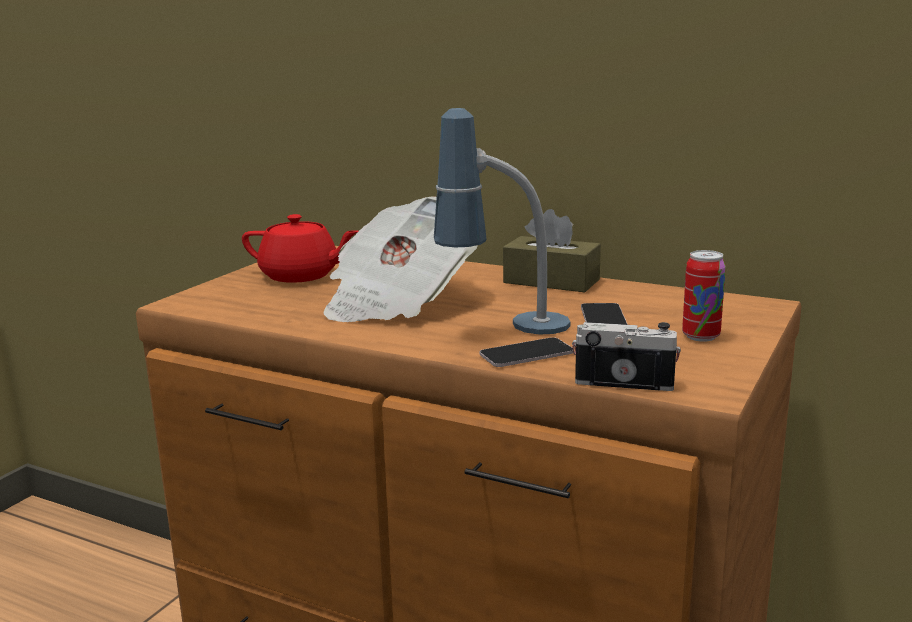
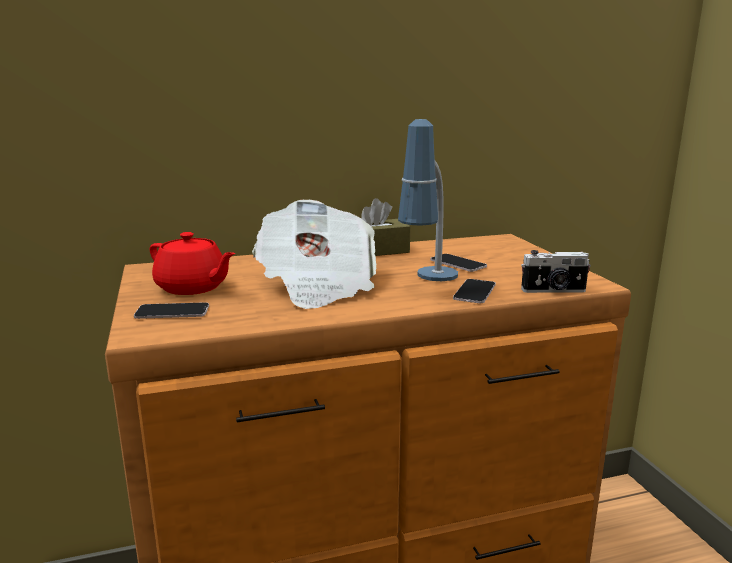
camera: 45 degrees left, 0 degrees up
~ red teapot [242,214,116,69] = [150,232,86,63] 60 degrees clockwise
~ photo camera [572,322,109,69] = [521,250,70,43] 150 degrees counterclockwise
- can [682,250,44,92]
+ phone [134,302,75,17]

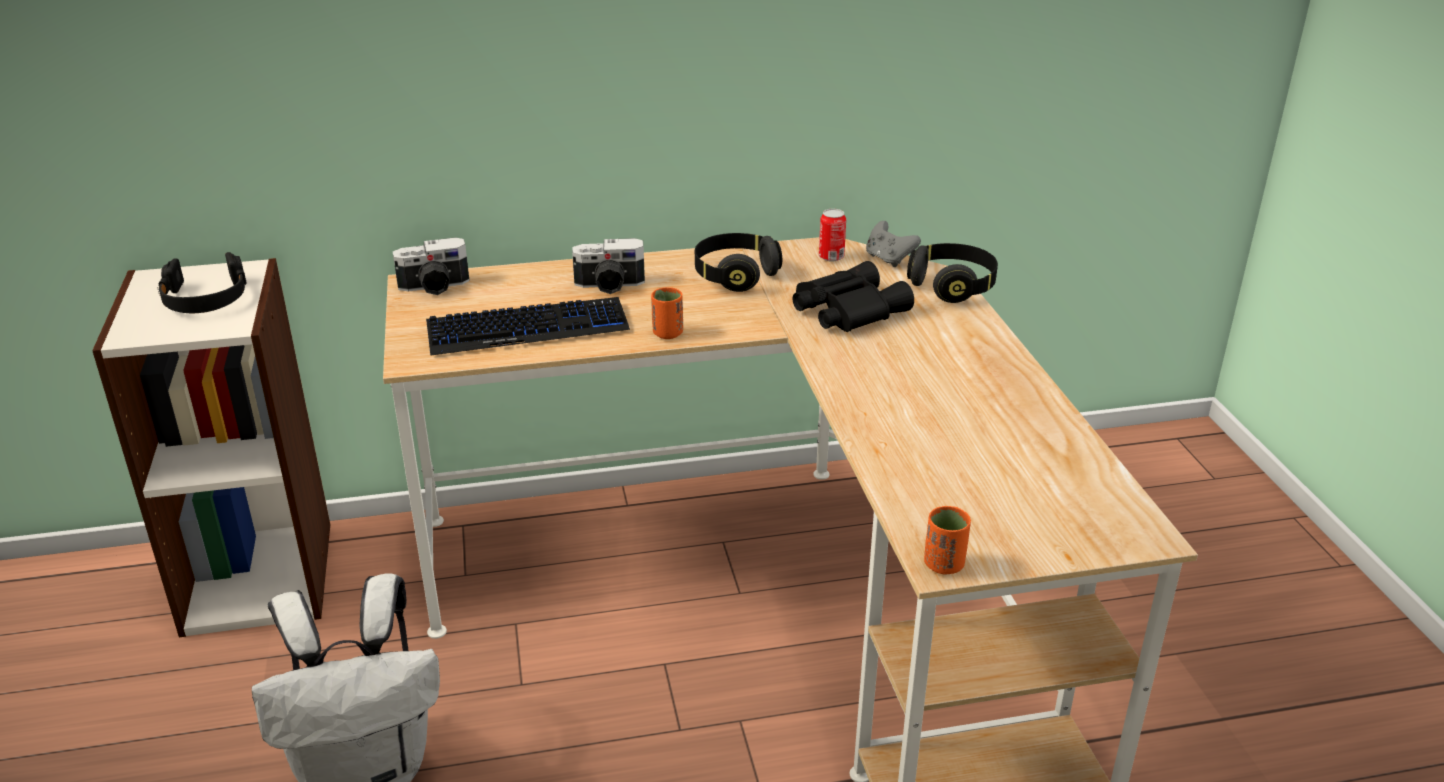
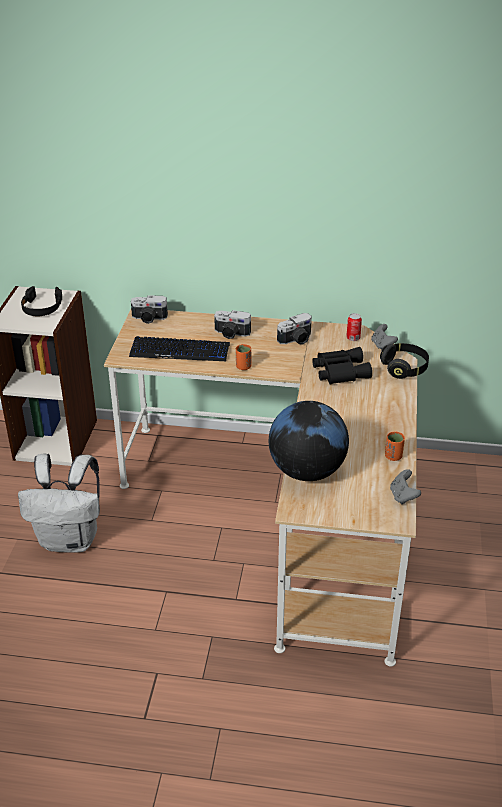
camera: 20 degrees right, 5 degrees up
~ black headphones [695,233,87,59] to photo camera [277,313,35,32]
~ orange cup [924,506,47,68] to [385,432,20,29]
+ globe [269,401,80,80]
+ grey game controller [390,469,31,36]

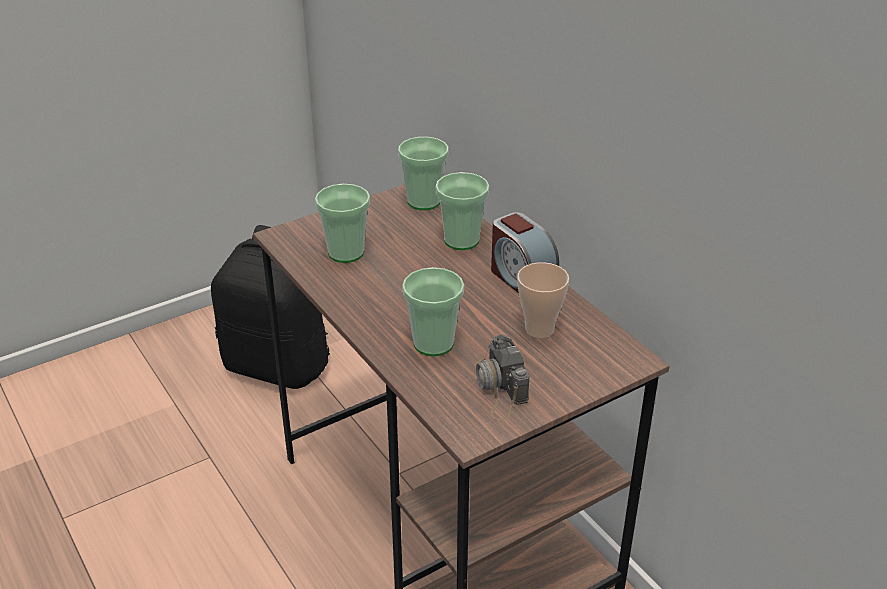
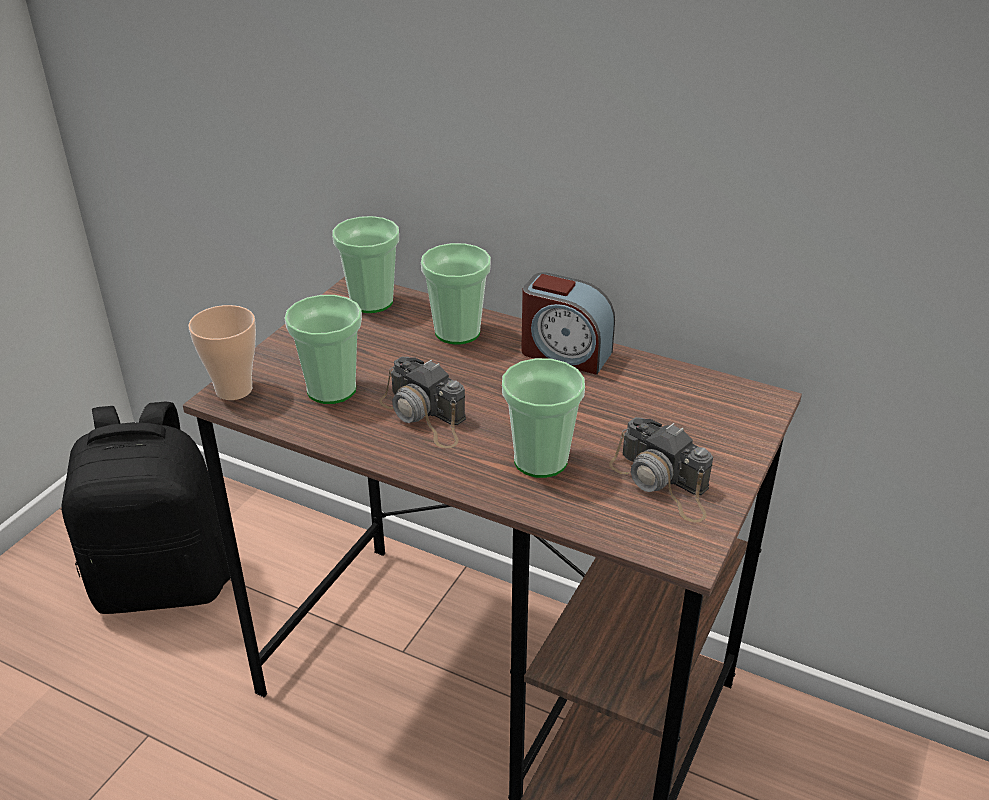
camera: 30 degrees left, 0 degrees up
~ cup [517,262,52,76] to [188,305,68,95]
+ photo camera [379,357,87,91]

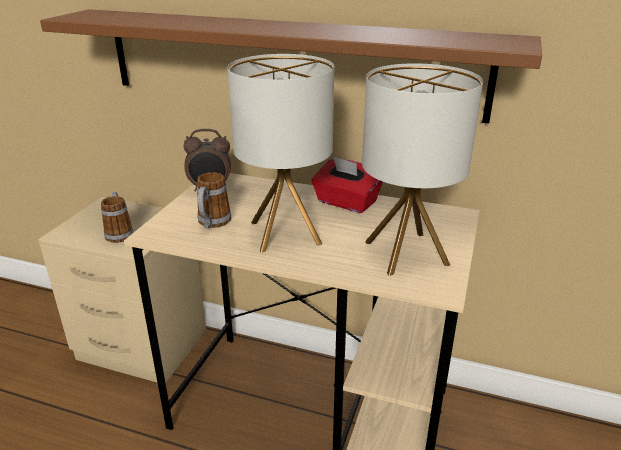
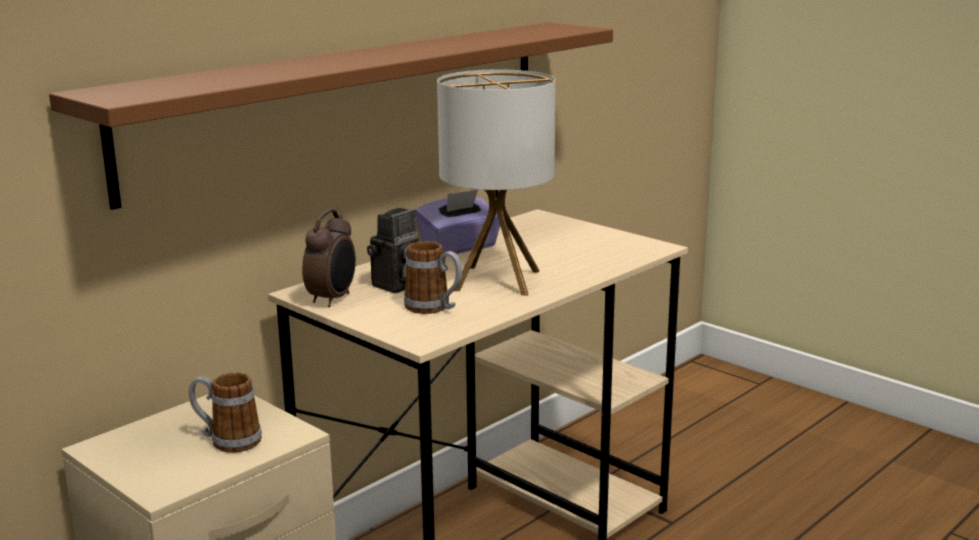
camera: 65 degrees left, 10 degrees down
~ red tissue box [311,156,71,57] to purple tissue box [415,189,86,65]
- table lamp [362,63,121,213]
+ photo camera [367,208,52,85]

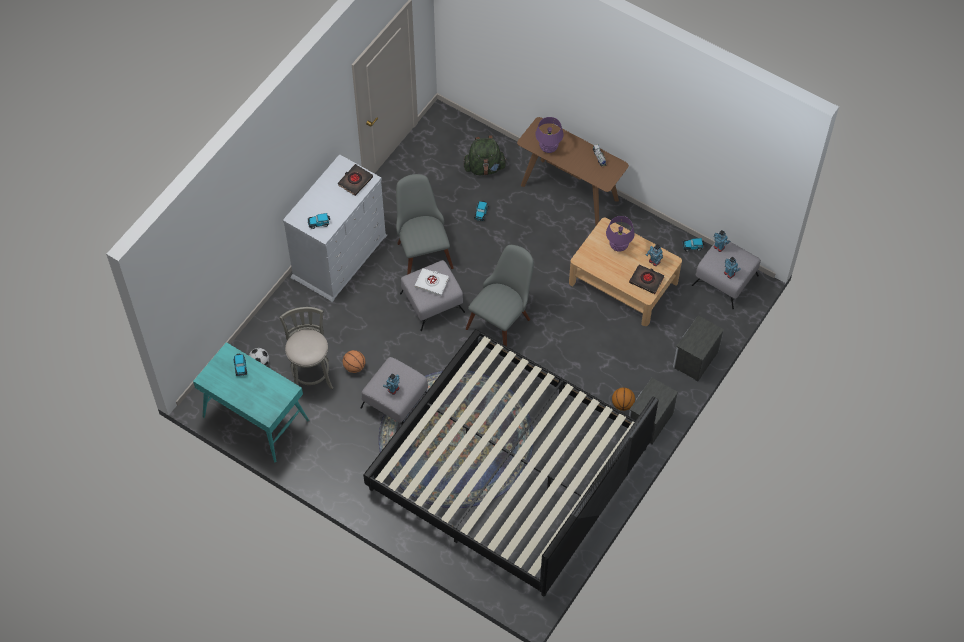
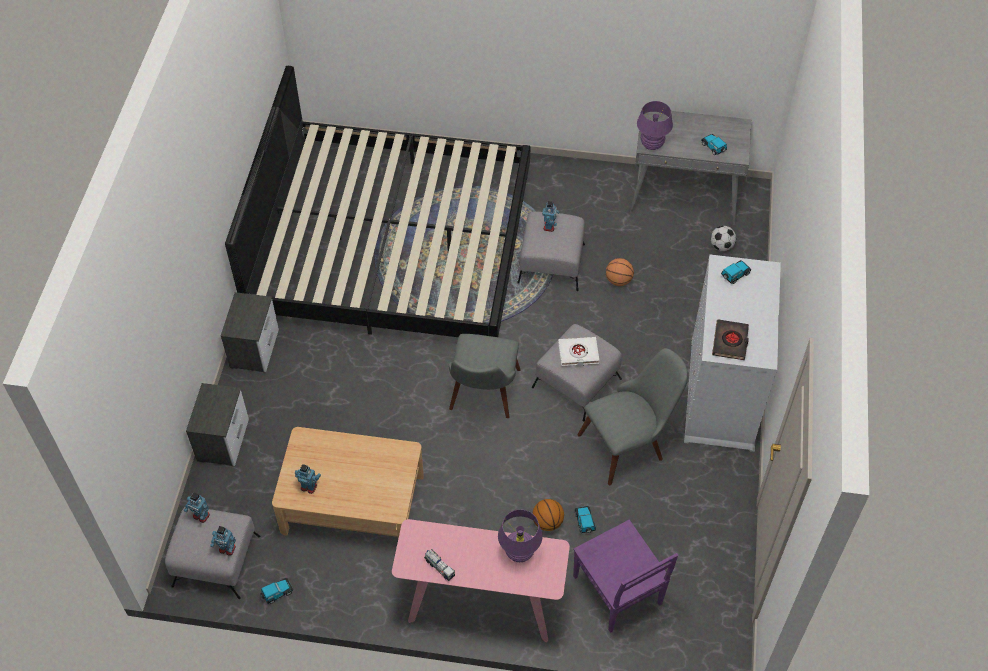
camera: 155 degrees right, 5 degrees down
~ turquoise desk [193,342,116,121] to grey desk [629,111,122,114]
- grey stool [279,307,54,82]
~ grey chair [396,174,58,101] = [578,348,110,137] 75 degrees counterclockwise
~ green backpack [463,135,44,40] to purple chair [573,520,105,113]
~ brown console table [517,117,112,108] to pink console table [392,519,178,123]
~ purple table lamp [606,216,29,36] to [637,101,36,49]
~ basketball [612,388,23,23] to [532,499,32,32]
- black book [629,265,36,29]

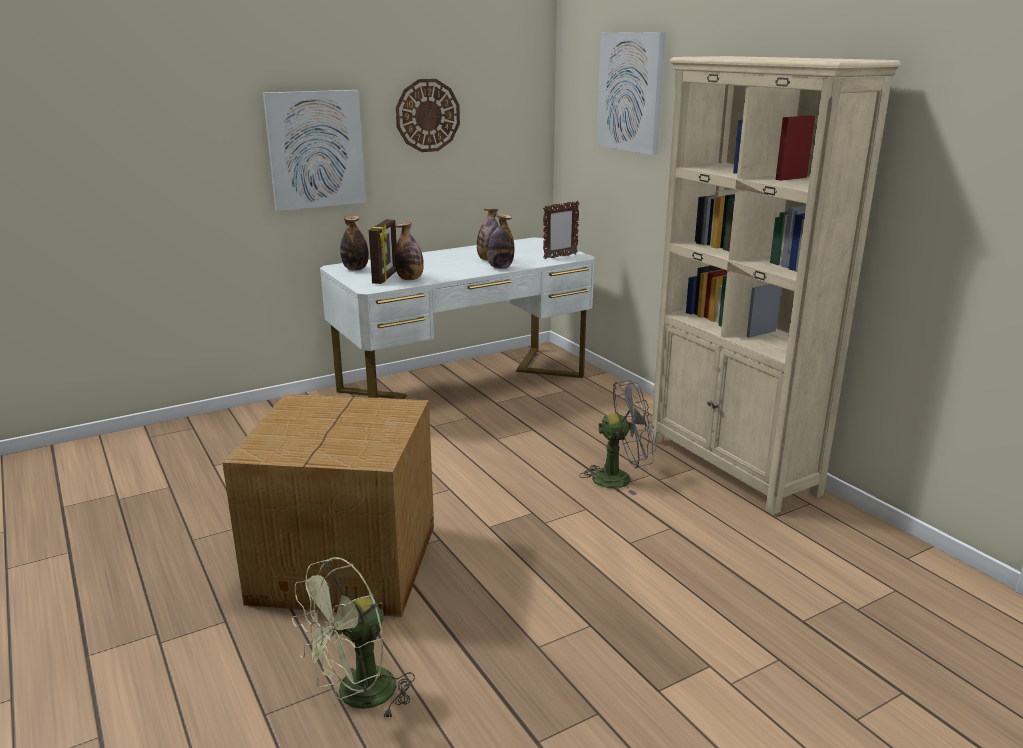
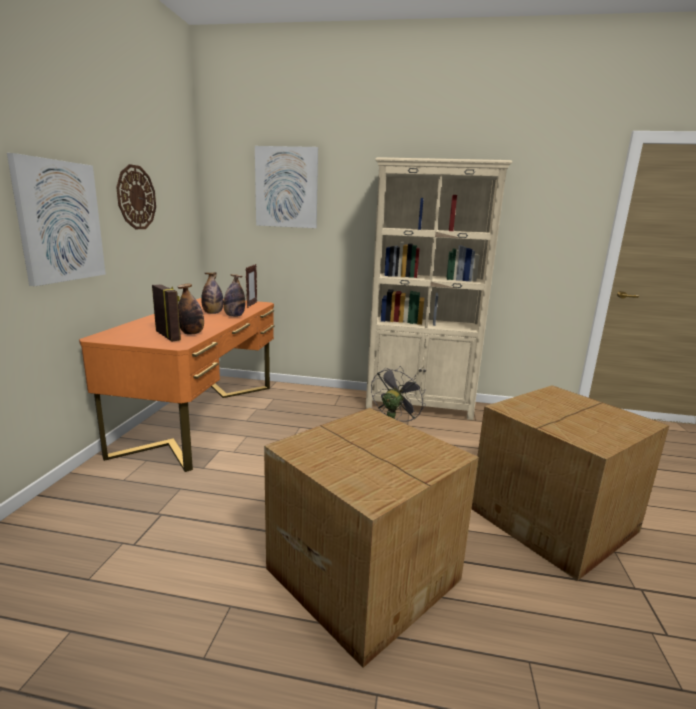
camera: 50 degrees left, 5 degrees down
- green fan [292,557,123,163]
~ white desk [320,237,275,162] to orange desk [79,298,196,174]
- bottle [340,215,29,56]
+ cardboard box [471,385,198,196]

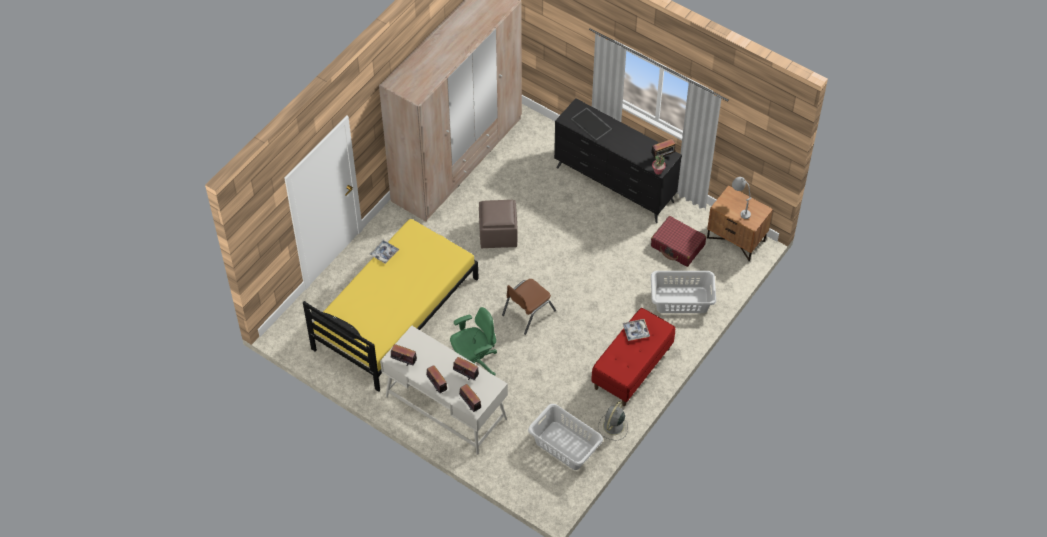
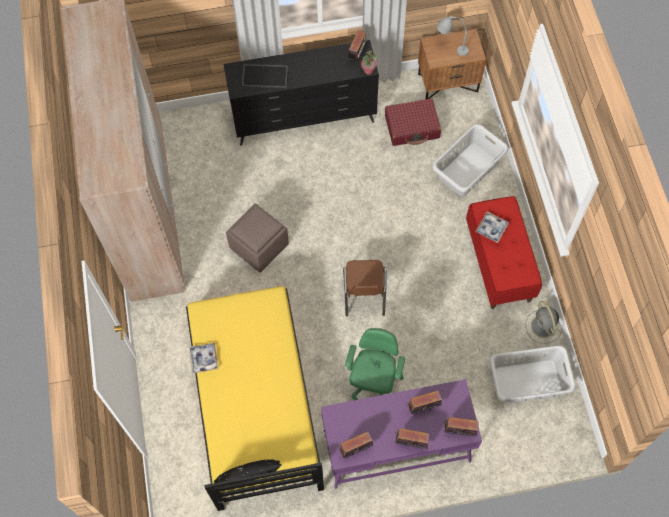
camera: 45 degrees left, 10 degrees up
~ white desk [380,326,128,129] to purple desk [321,379,161,110]

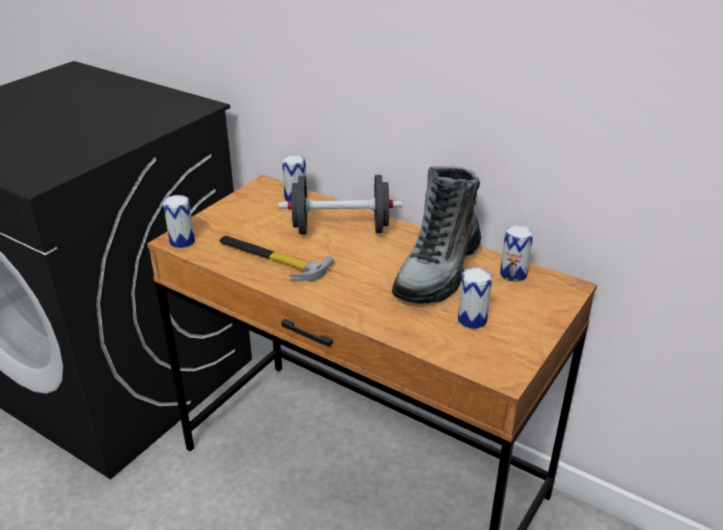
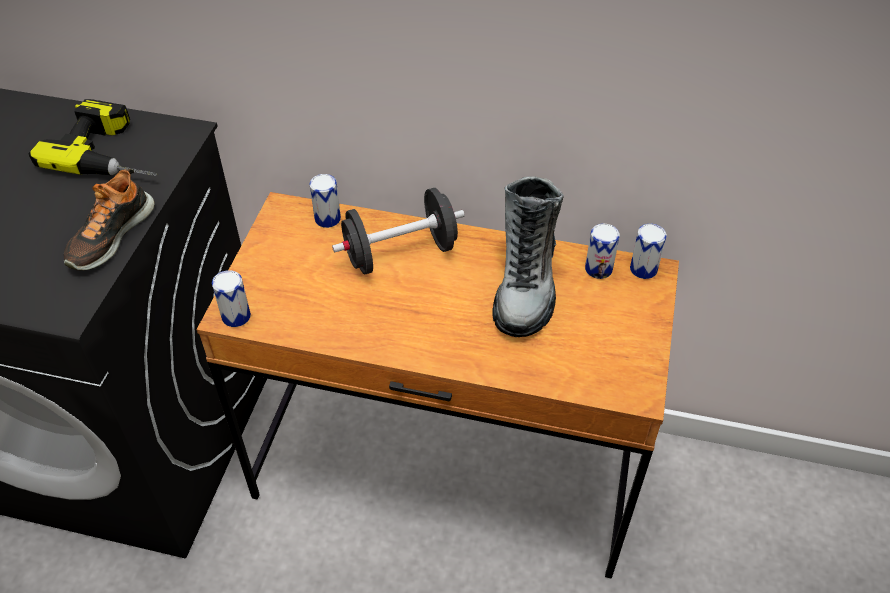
camera: 20 degrees left, 15 degrees up
- hammer [219,236,115,45]
~ can [458,267,34,62] to [630,224,37,55]
+ power drill [28,99,129,77]
+ shoe [64,169,91,101]

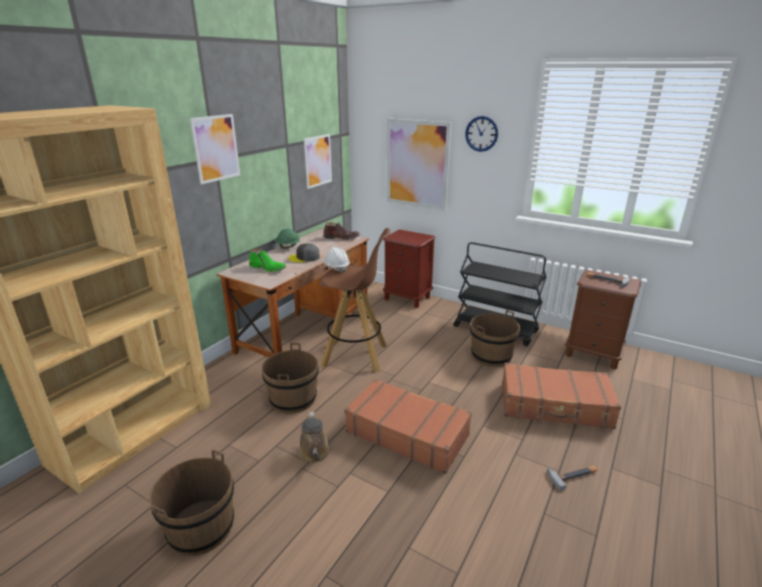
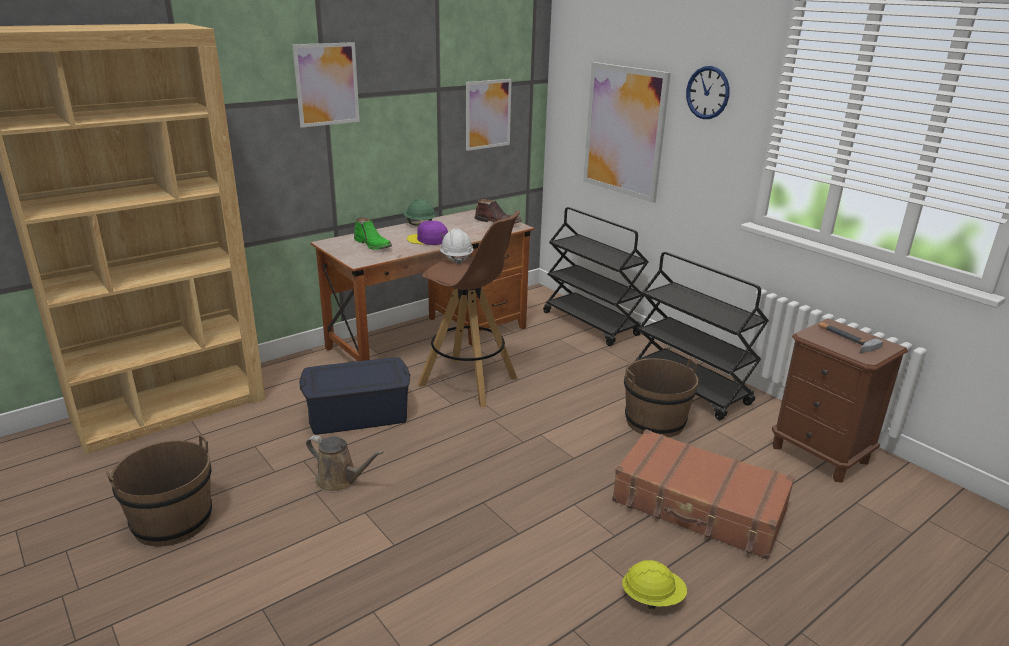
camera: 20 degrees right, 0 degrees up
~ brown bucket [261,343,58,71] to blue storage box [299,357,111,78]
~ grey cap [288,243,32,20] to purple cap [407,221,41,24]
~ brown watering can [299,412,32,51] = [306,435,78,58] 75 degrees counterclockwise
- brown suitcase [344,379,128,95]
~ brown nightstand [383,229,53,79] to black cart [543,207,106,139]
~ hammer [547,466,50,25] to yellow hard hat [622,560,65,49]

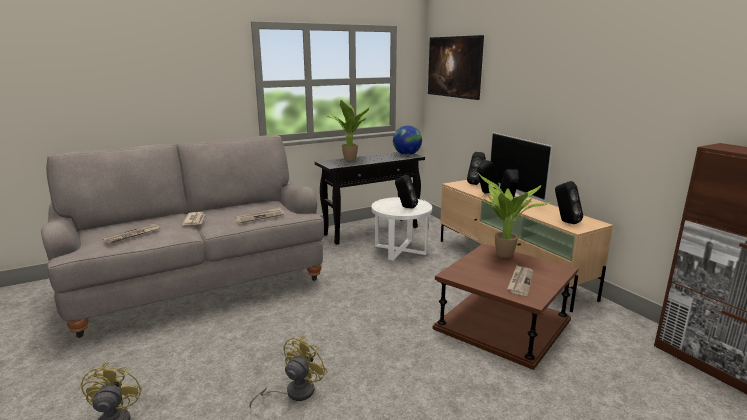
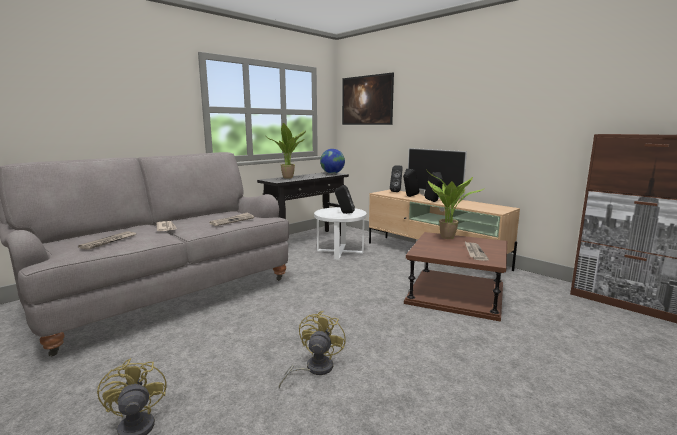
camera: 15 degrees left, 5 degrees down
- black speaker [555,181,28,43]

